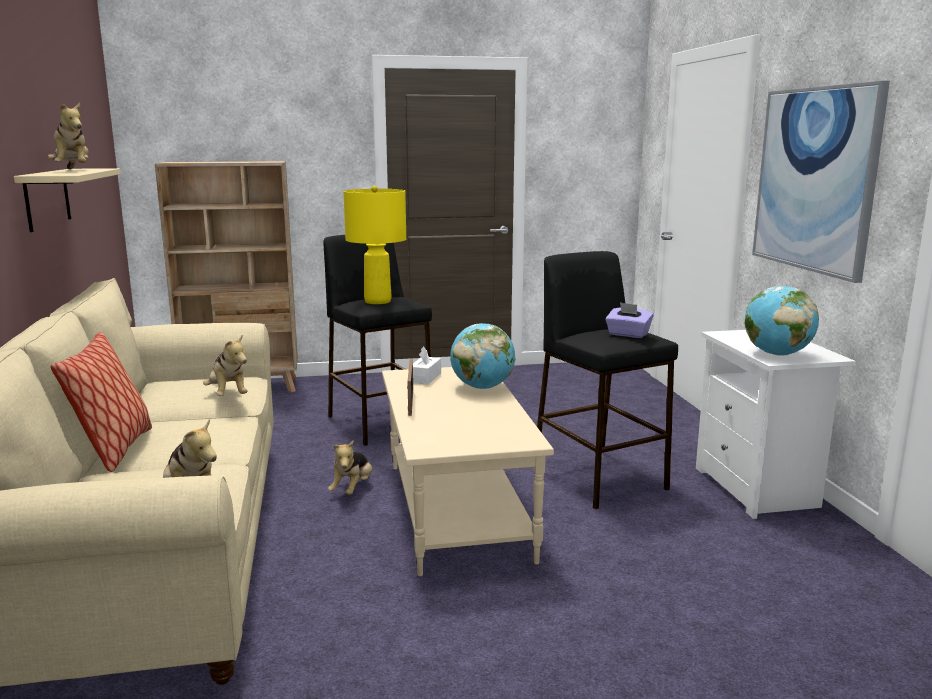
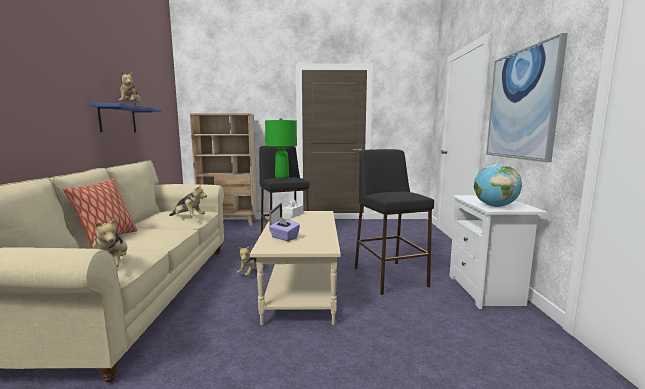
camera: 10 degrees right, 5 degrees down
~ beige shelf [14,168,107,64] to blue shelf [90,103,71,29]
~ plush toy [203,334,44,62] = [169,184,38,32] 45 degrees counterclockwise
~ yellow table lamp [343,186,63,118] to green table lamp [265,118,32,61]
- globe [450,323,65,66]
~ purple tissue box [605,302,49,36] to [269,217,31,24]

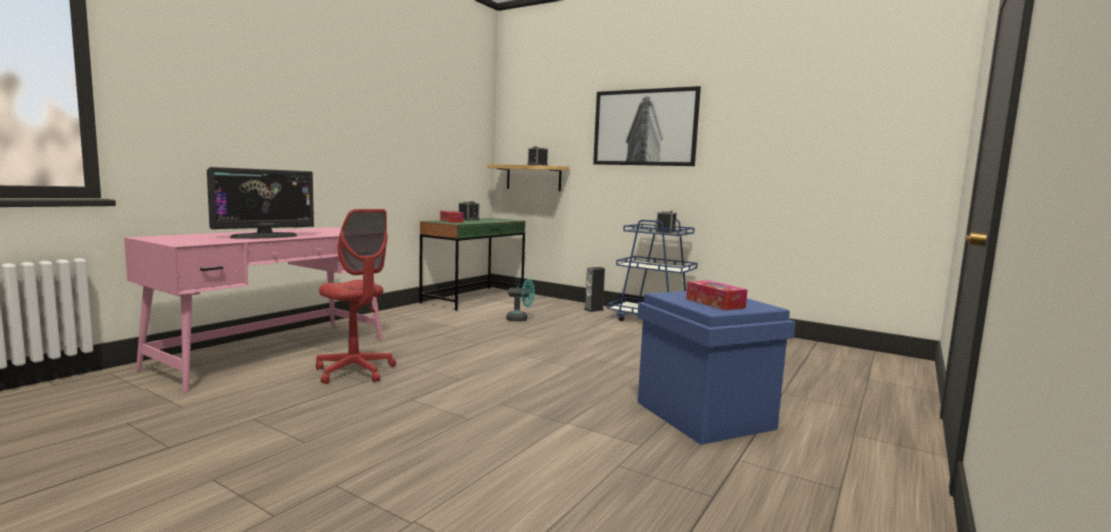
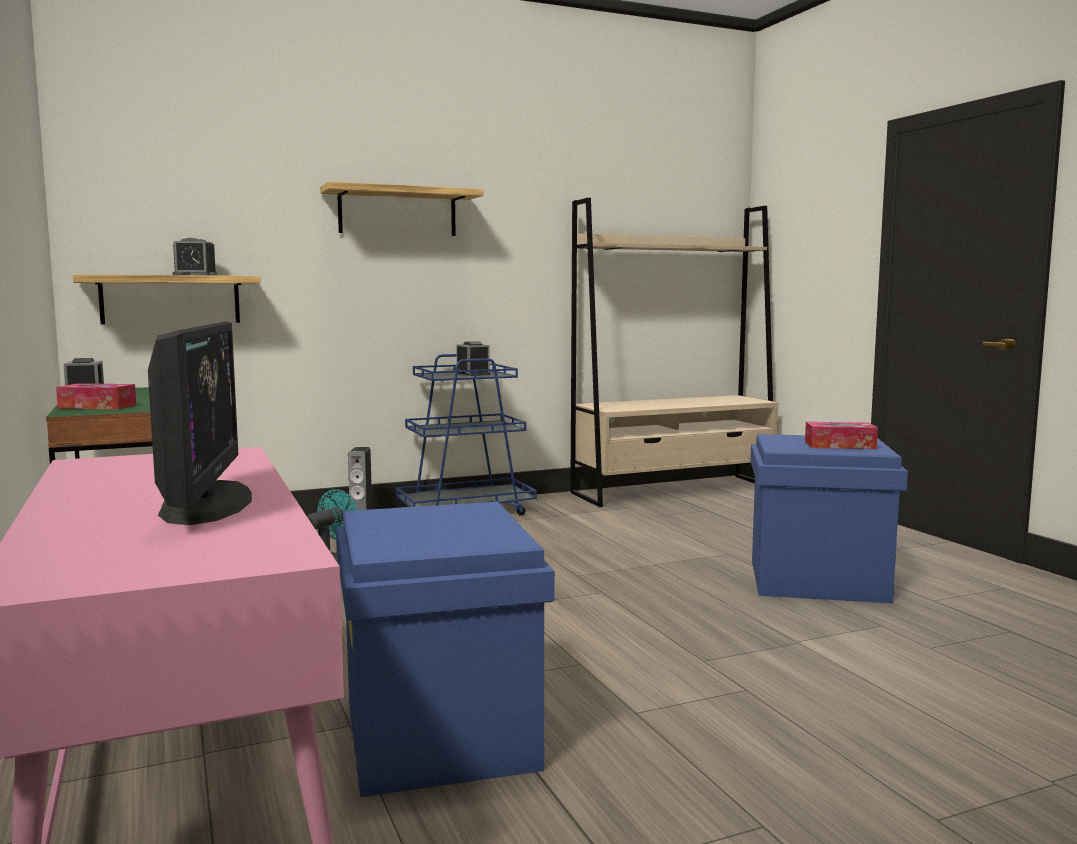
camera: 55 degrees left, 0 degrees up
~ red office chair [316,209,80,175] to blue storage box [336,502,219,295]
~ picture [593,86,108,80] to shelf [320,182,163,54]
+ beige bookcase [570,198,208,309]

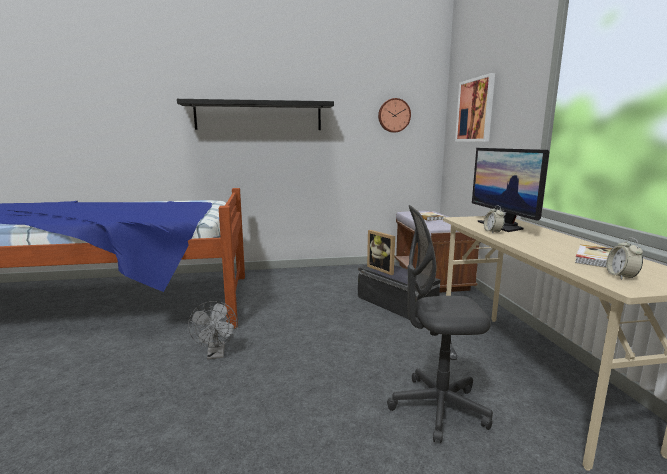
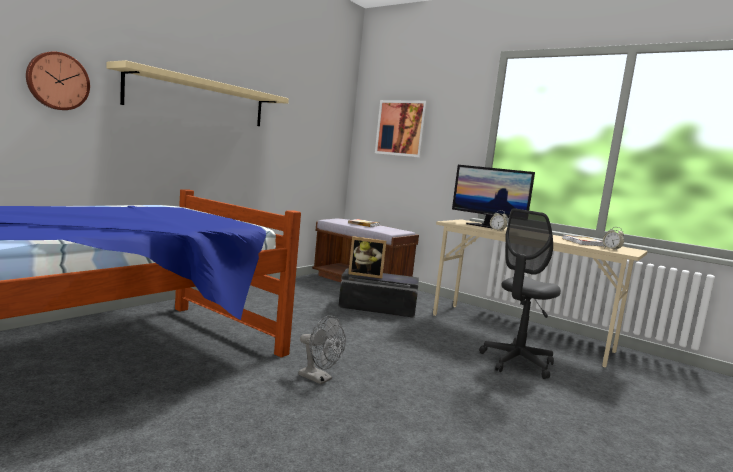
camera: 45 degrees left, 5 degrees down
~ black shelf [177,99,157,31] to beige shelf [106,60,183,66]
~ wall clock [378,98,33,35] to [26,51,64,59]

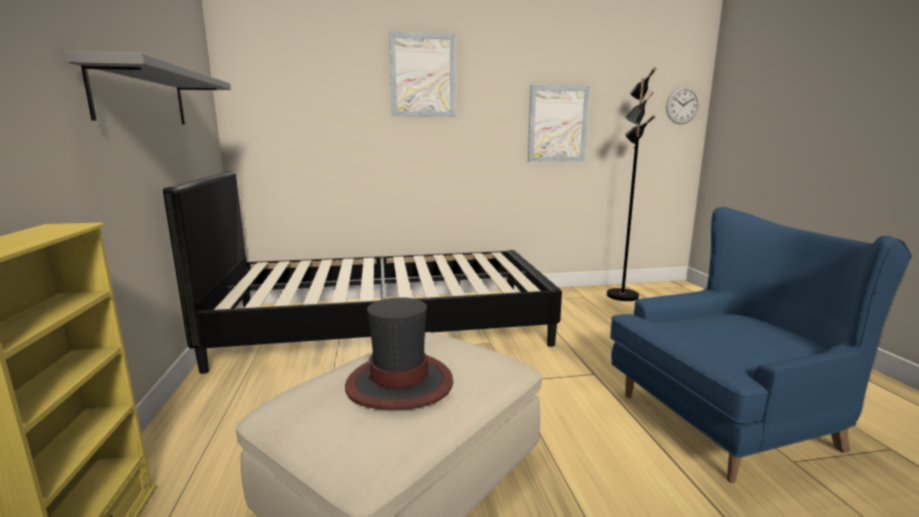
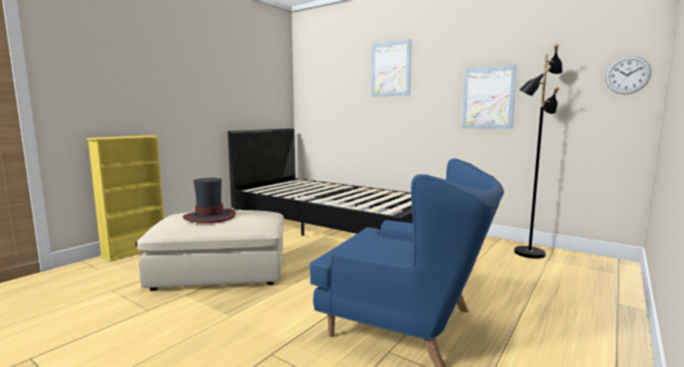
camera: 45 degrees right, 5 degrees down
- grey shelf [64,51,167,74]

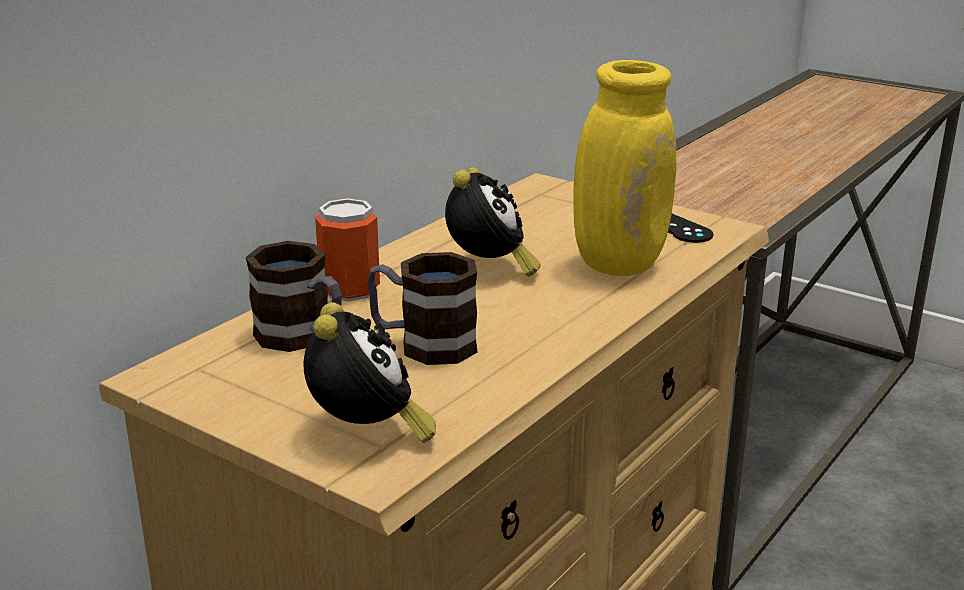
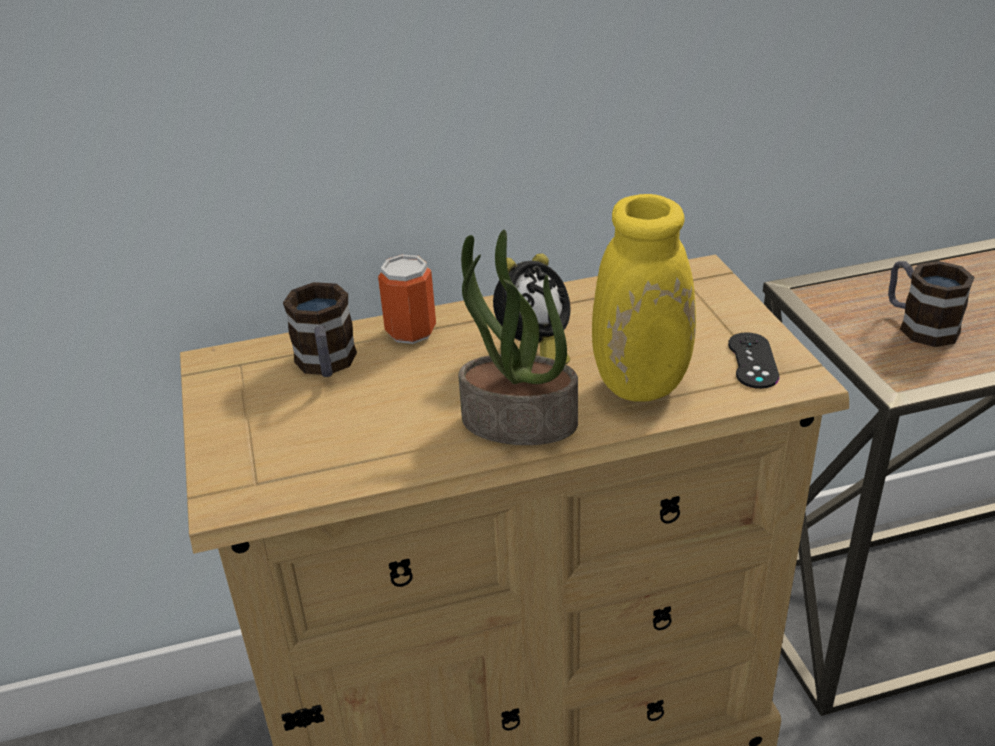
camera: 40 degrees right, 10 degrees up
- alarm clock [303,302,133,141]
~ mug [367,252,111,113] to [888,261,87,86]
+ potted plant [458,230,120,215]

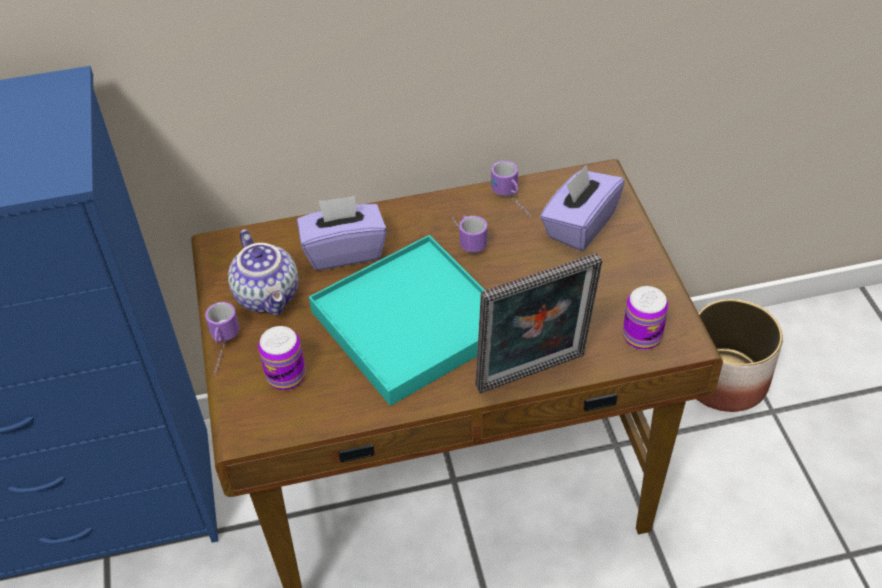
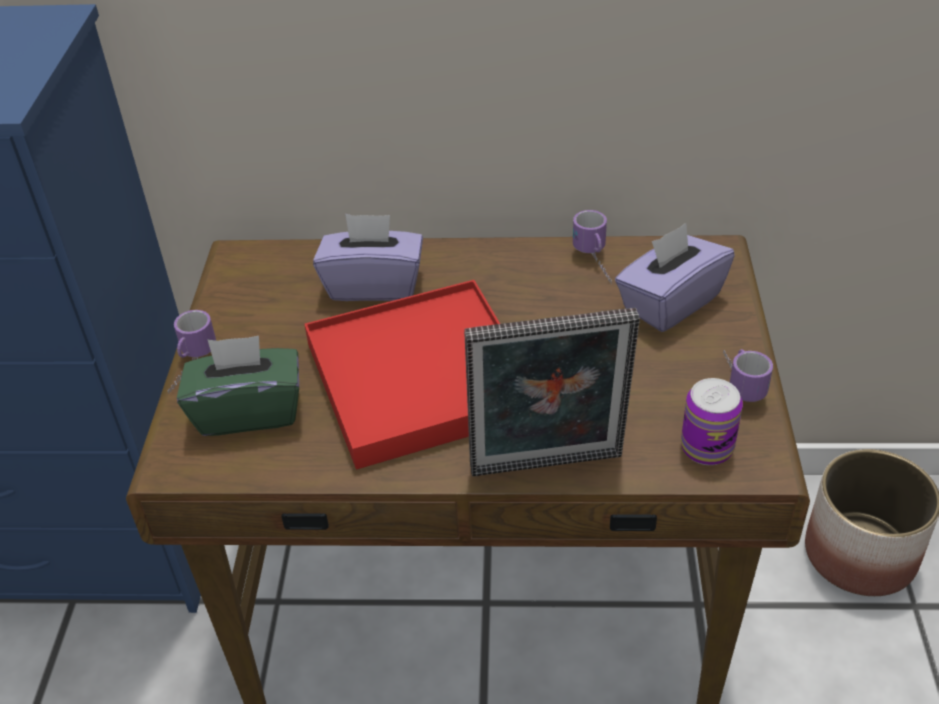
camera: 15 degrees right, 5 degrees down
- teapot [228,229,71,86]
~ can [258,326,48,64] to green tissue box [177,336,122,100]
~ turquoise tray [309,235,176,171] to red tray [304,280,196,189]
~ mug [452,216,35,36] to [723,349,50,53]

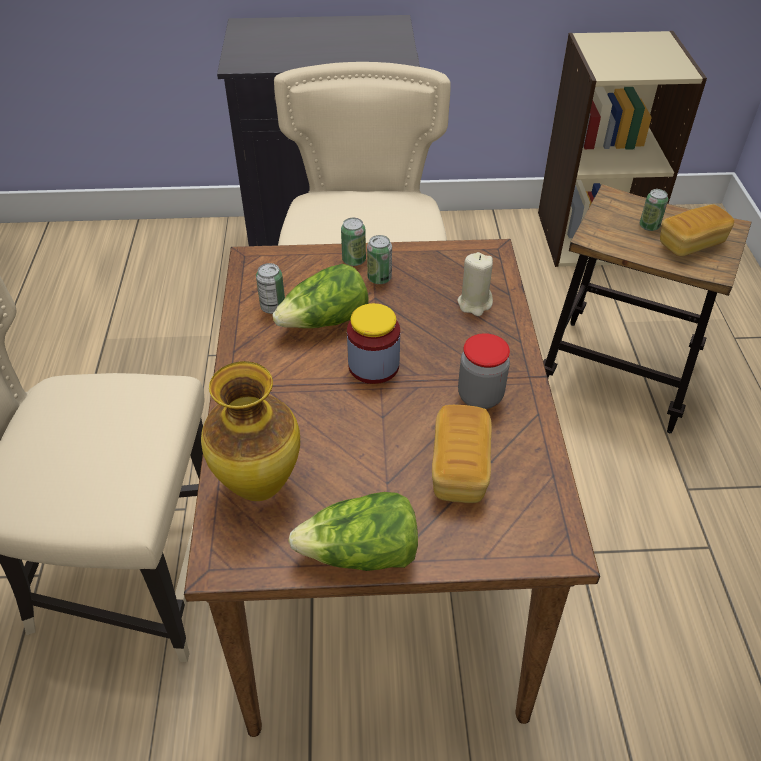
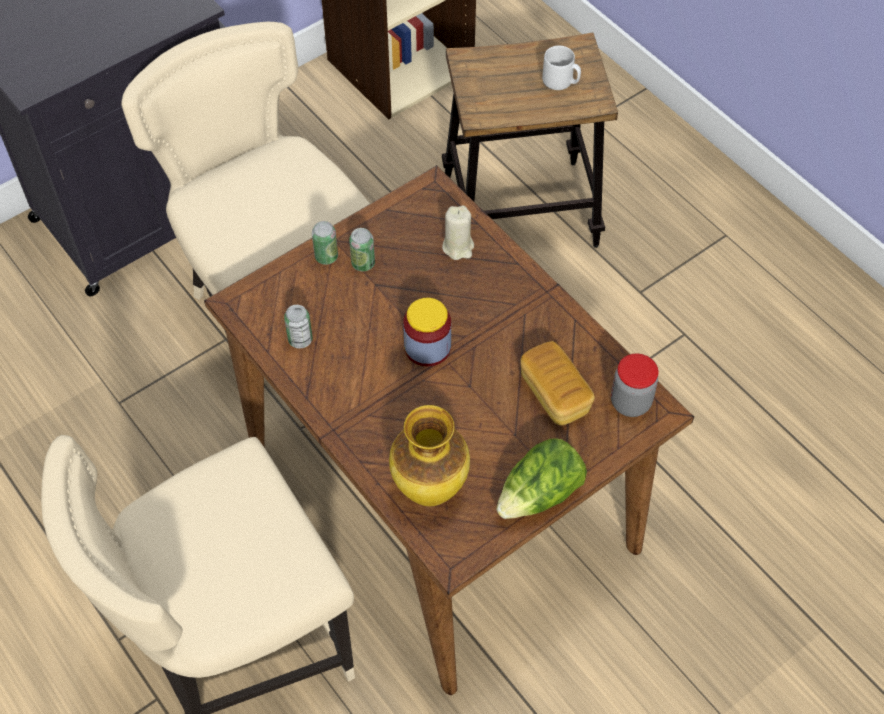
camera: 35 degrees left, 10 degrees up
- lettuce [272,264,97,64]
~ jar [458,333,52,76] to [611,353,48,64]
- can [640,189,28,42]
~ bread [660,204,74,52] to grey mug [542,46,39,44]

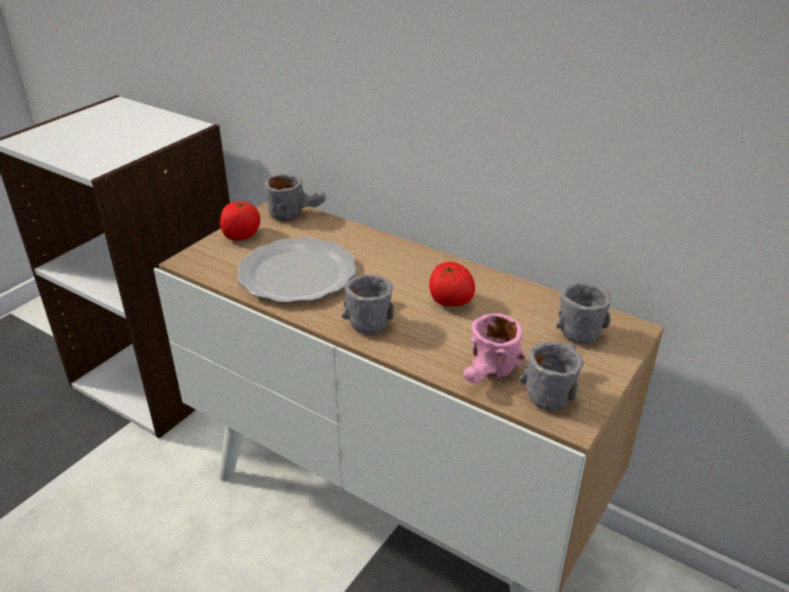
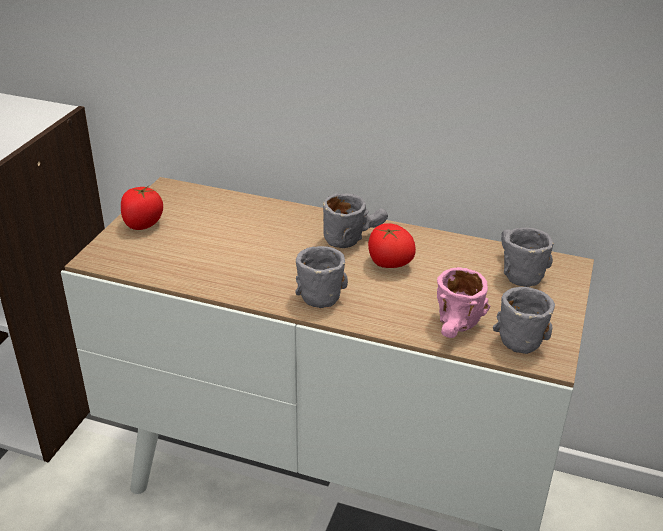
camera: 15 degrees left, 0 degrees up
- plate [237,237,120,66]
~ grey mug [265,174,60,47] to [323,193,65,55]

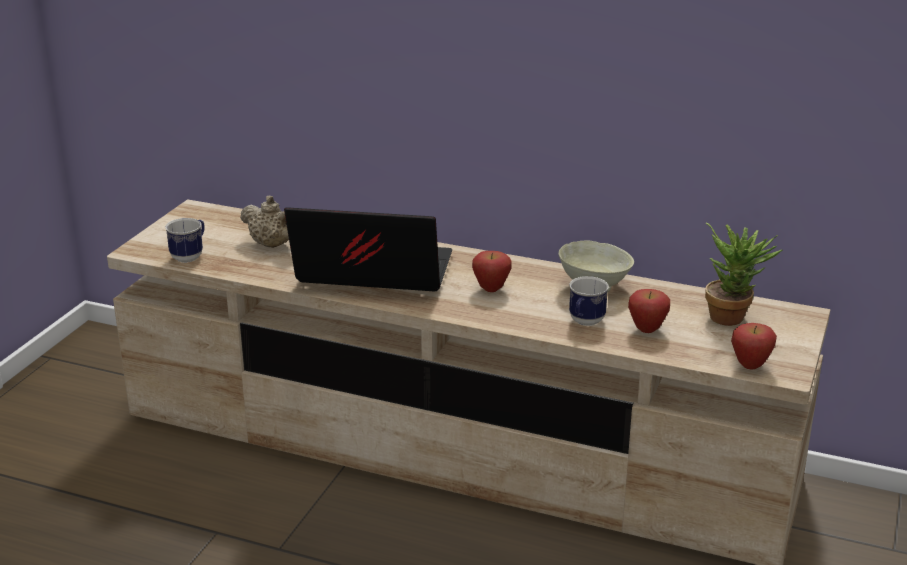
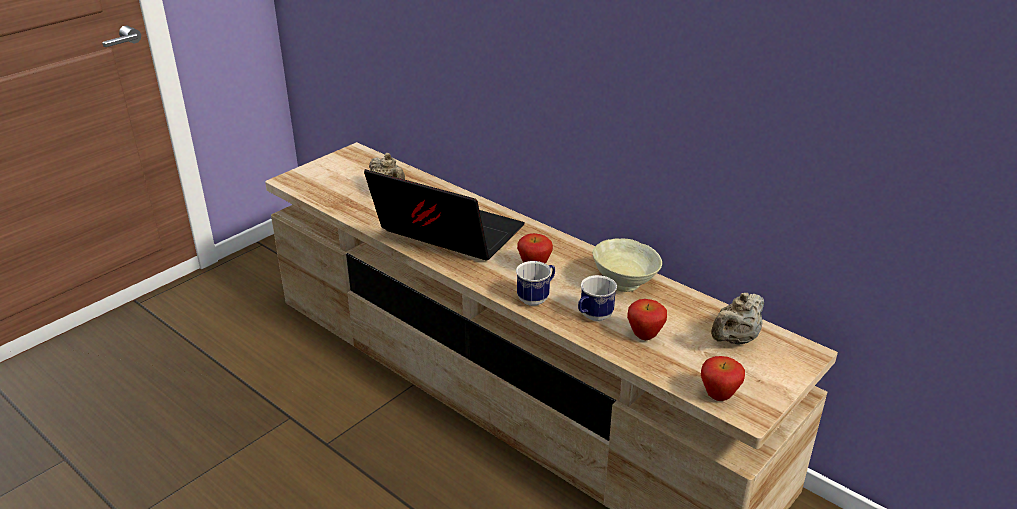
camera: 20 degrees right, 5 degrees up
~ mug [165,218,39,45] to [516,261,39,45]
~ potted plant [705,222,77,104] to beige teapot [711,293,53,52]

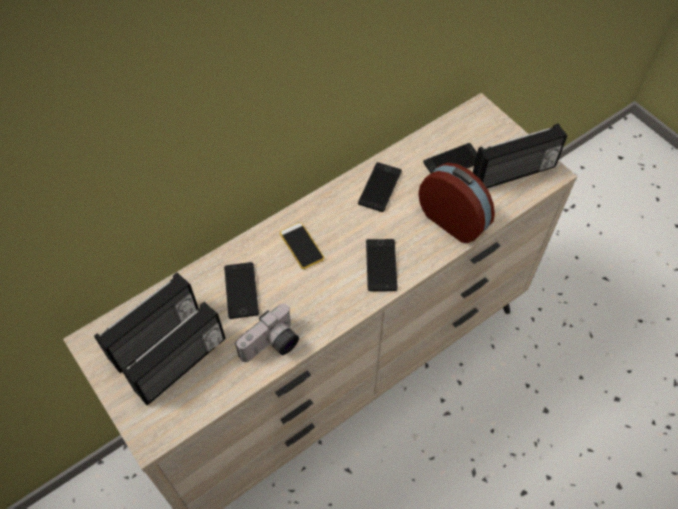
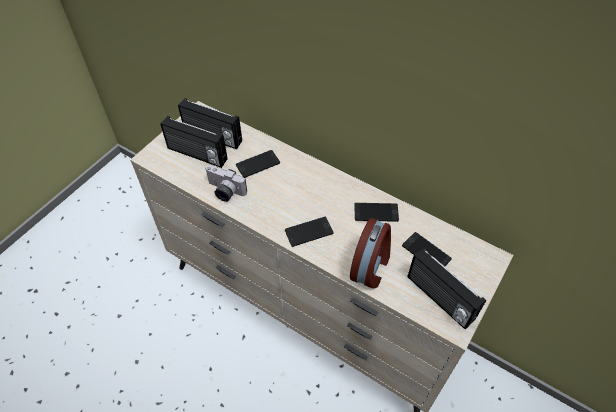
camera: 70 degrees right, 5 degrees down
- phone [280,222,44,47]

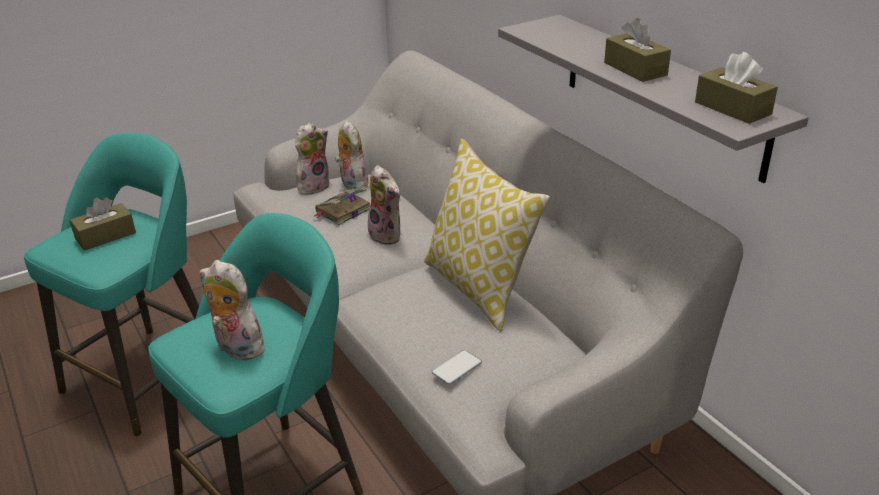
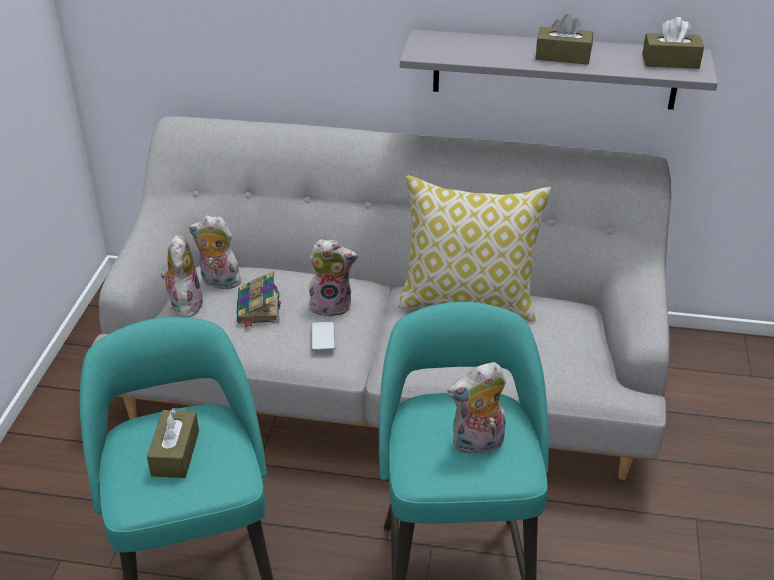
camera: 50 degrees left, 5 degrees up
~ phone [432,350,50,35] to [311,321,24,30]

